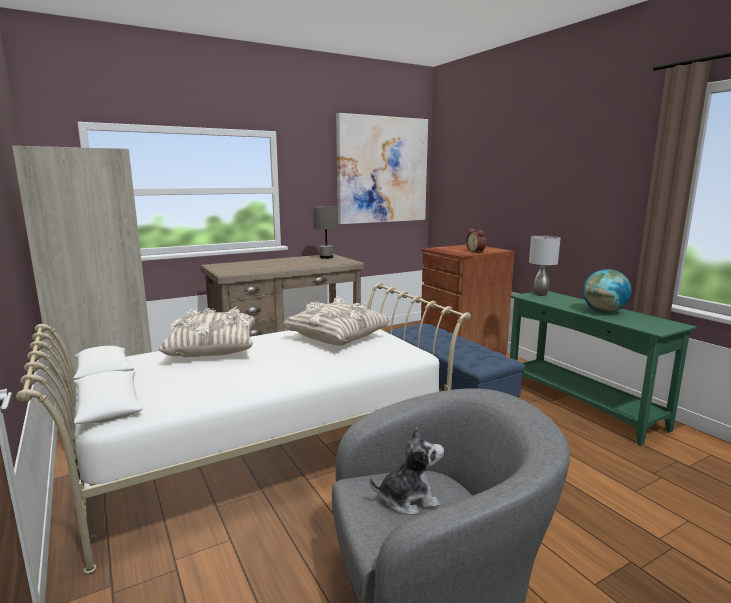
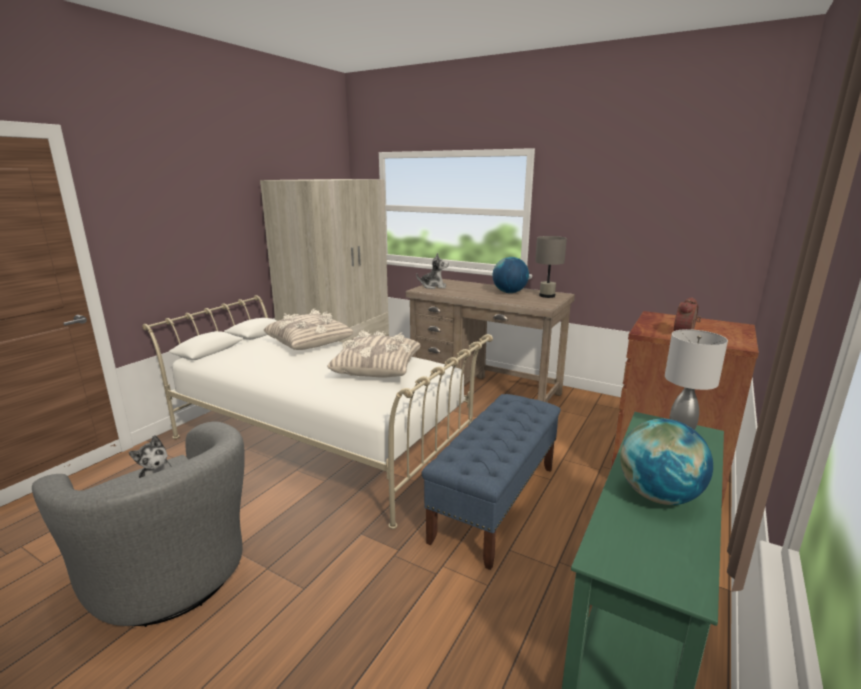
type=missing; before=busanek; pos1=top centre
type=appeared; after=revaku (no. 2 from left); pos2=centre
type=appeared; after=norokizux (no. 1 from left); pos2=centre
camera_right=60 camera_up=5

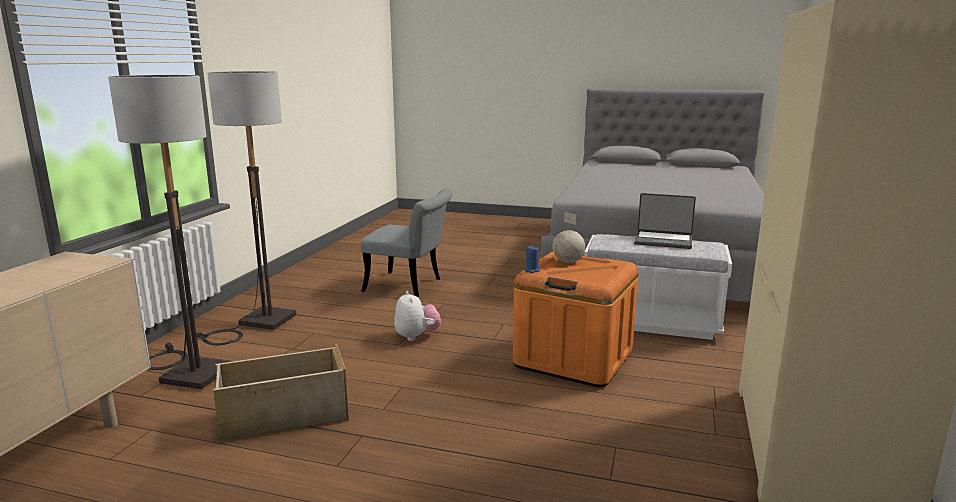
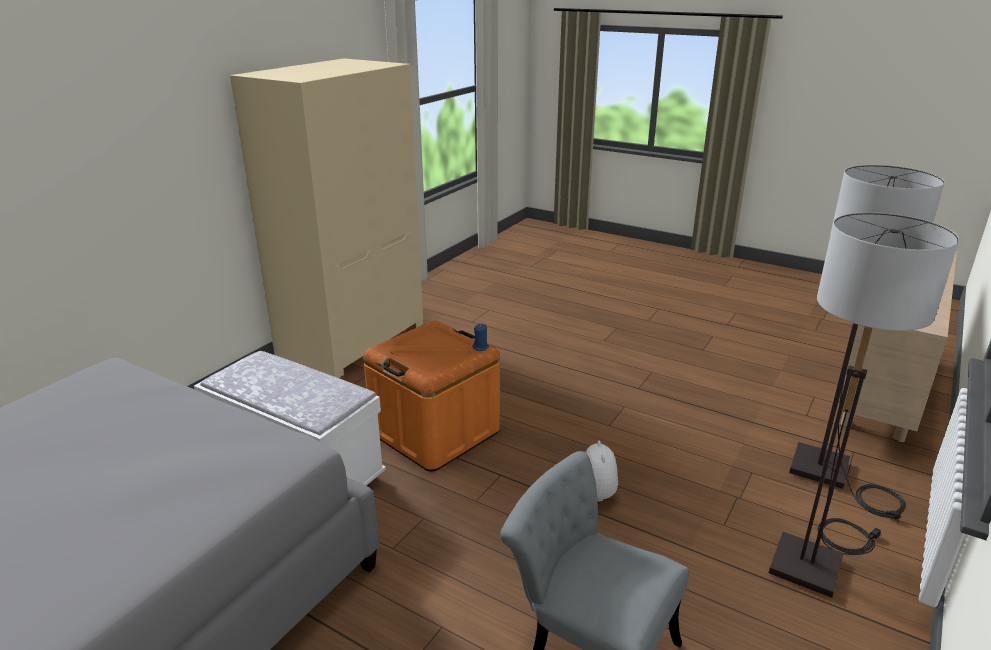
type=missing; before=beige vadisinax; pos1=bottom left
type=missing; before=norokizux; pos1=centre
type=missing; before=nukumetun; pos1=middle right
camera_right=-165 camera_up=10

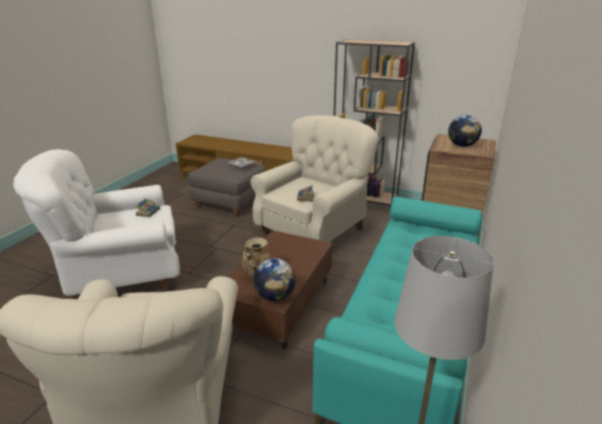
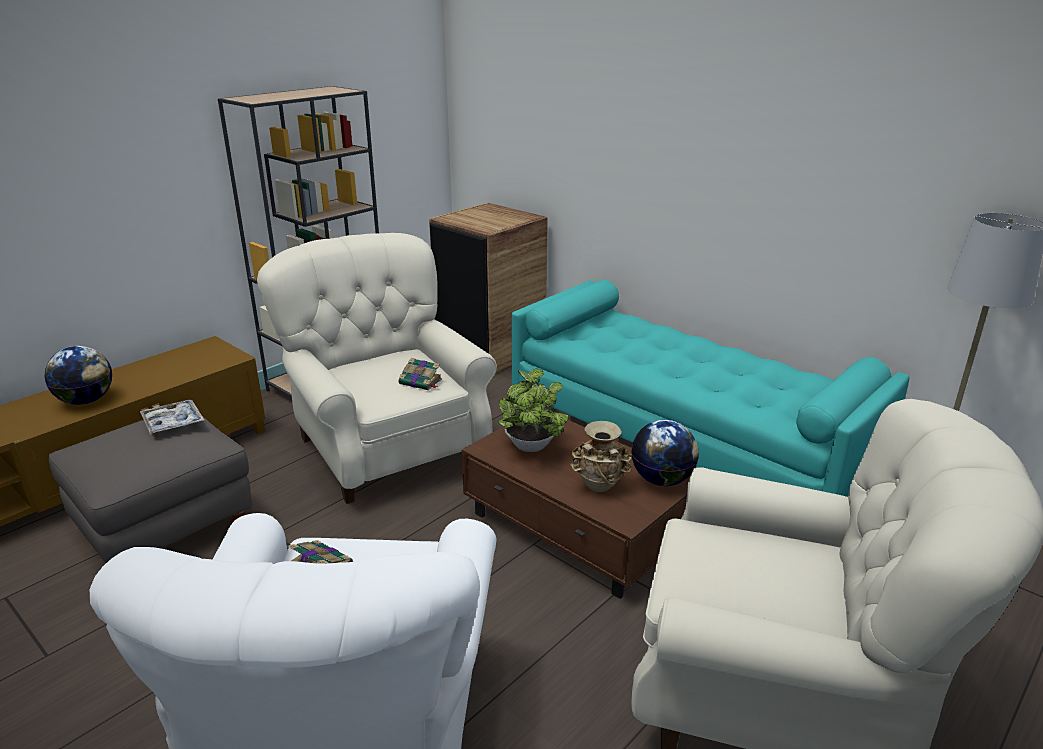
type=appeared; after=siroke; pos2=centre
type=relocated; before=norokizux (no. 2 from left in the first image); after=norokizux (no. 1 from left); pos1=top right; pos2=middle left
camera_right=-70 camera_up=0

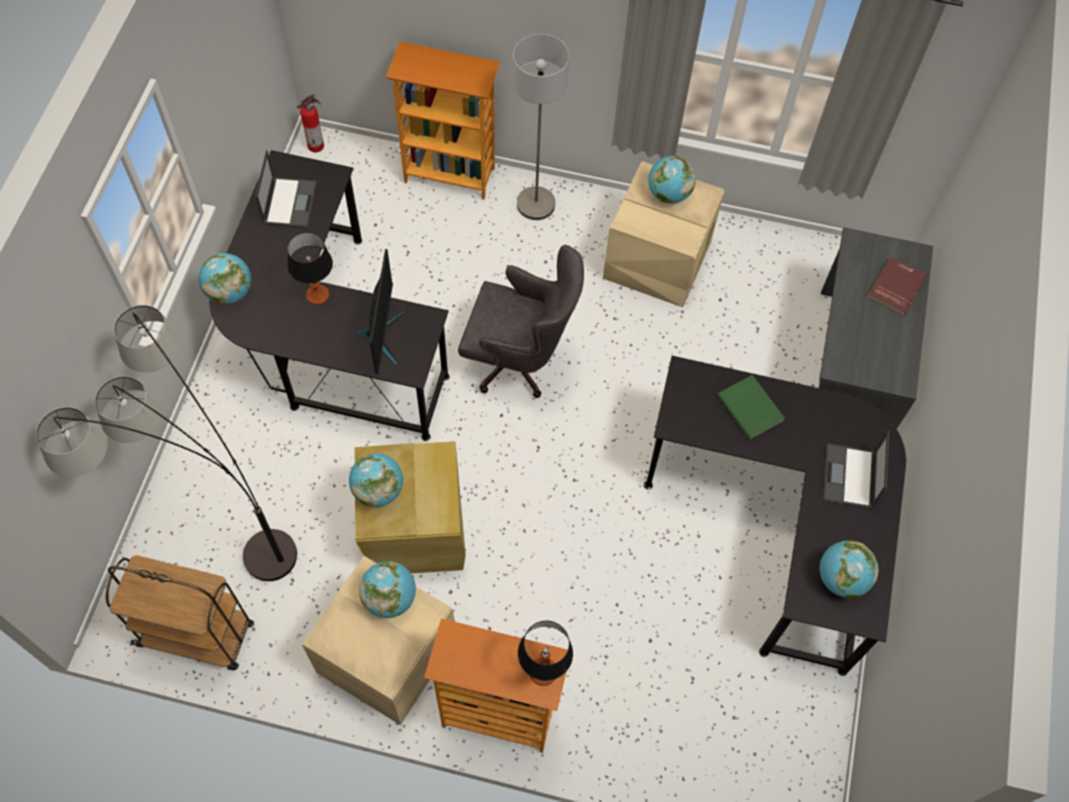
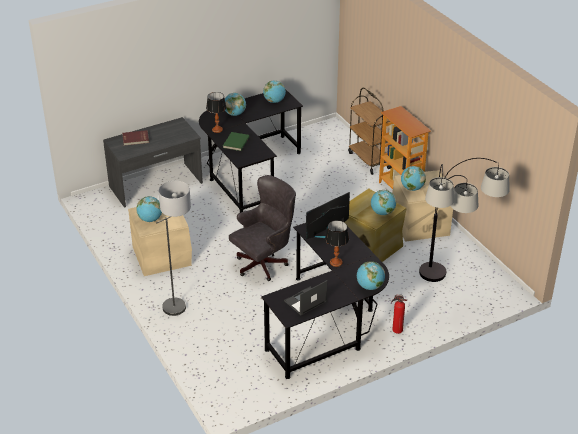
type=missing; before=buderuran (no. 1 from left); pos1=top centre
type=relocated; before=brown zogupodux; pos1=bottom left; pos2=top centre
type=relocated; before=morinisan; pos1=top left; pos2=bottom right
type=relocated; before=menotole (no. 2 from left in the first image); after=menotole (no. 1 from left); pos1=bottom centre; pos2=top centre
type=exchanged; before=nukumetun (no. 2 from left); after=norokizux (no. 2 from left); pos1=middle right; pos2=top centre
type=spun; before=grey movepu; pos1=centre; pos2=centre; turn=75
camera_right=-130 camera_up=-25

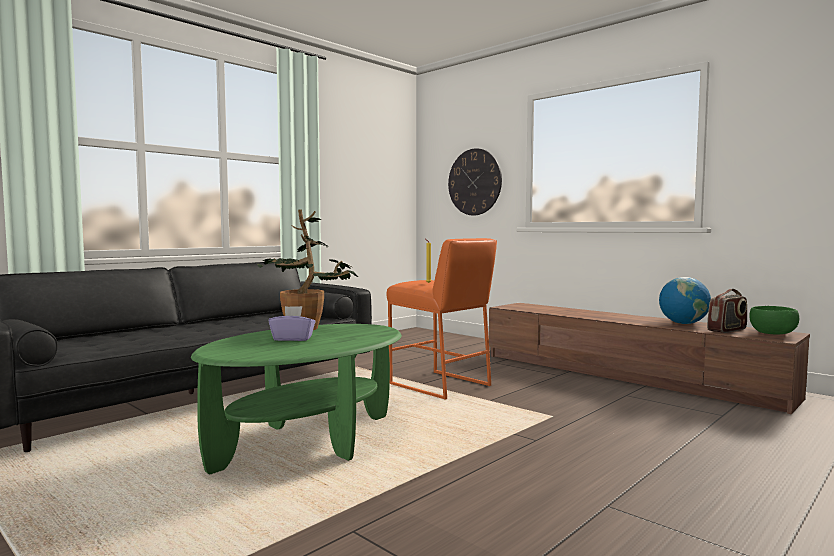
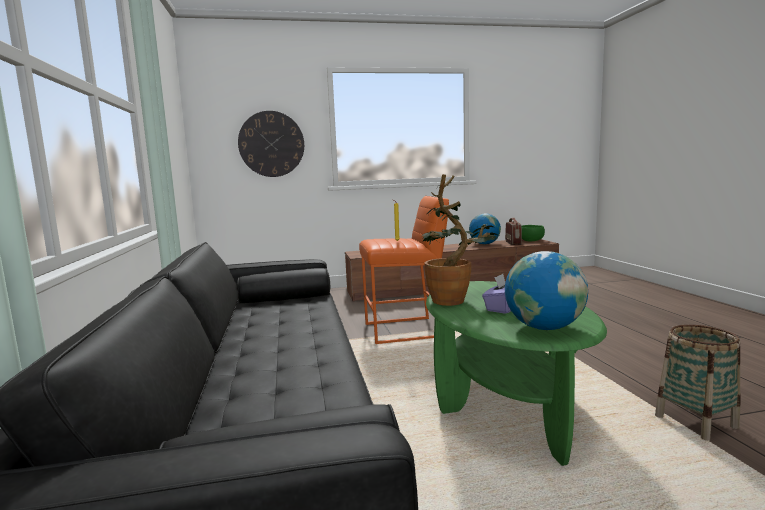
type=appeared; after=norokizux (no. 2 from left); pos2=middle right
type=appeared; after=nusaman; pos2=bottom right
camera_right=-55 camera_up=5

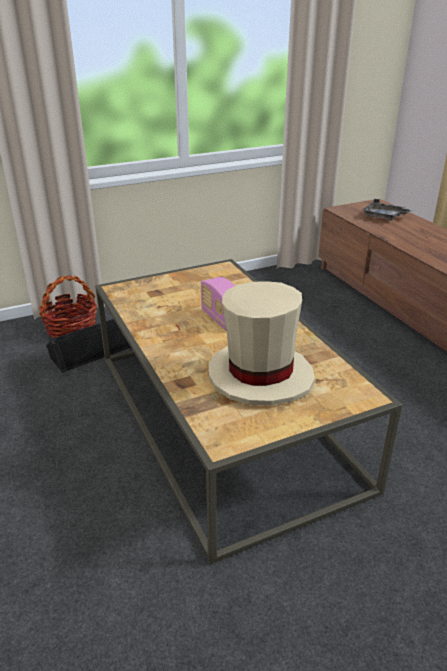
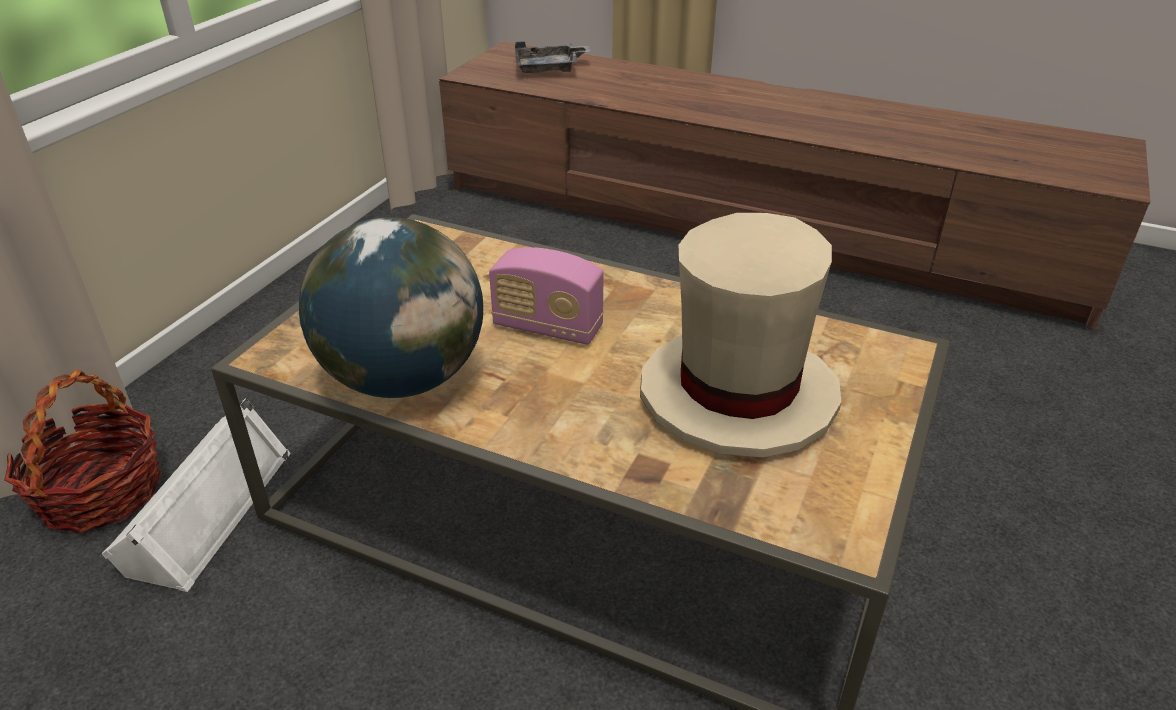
type=appeared; after=norokizux; pos2=middle left
type=colour; before=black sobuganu; after=white sobuganu; pos1=middle left; pos2=bottom left
camera_right=-40 camera_up=5

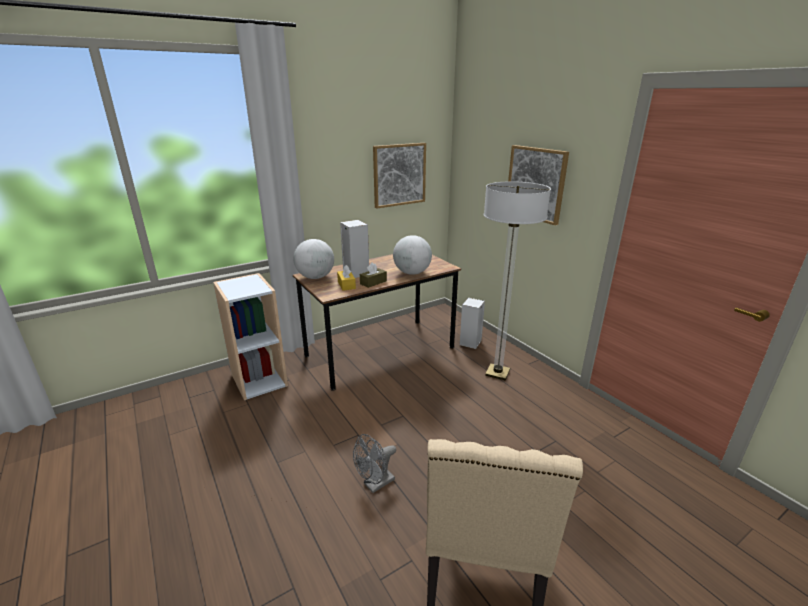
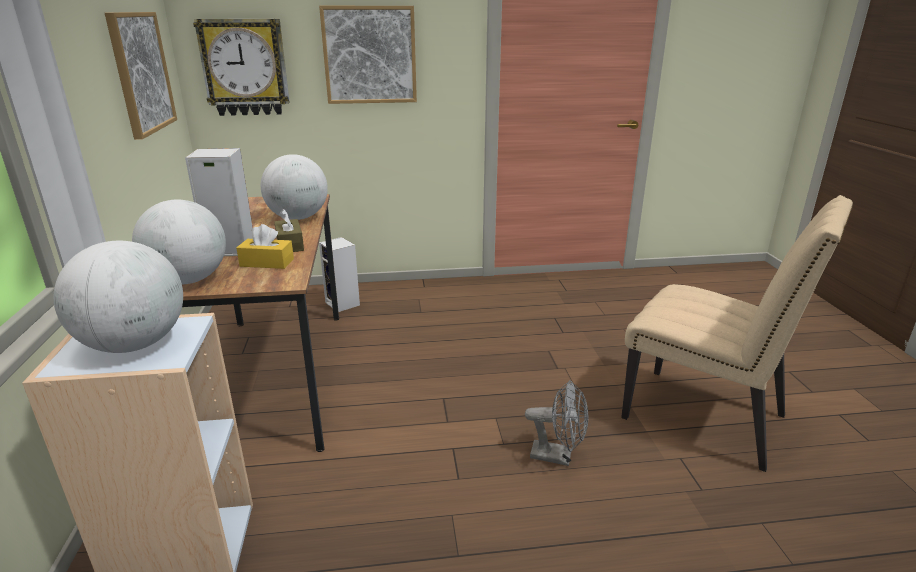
type=missing; before=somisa; pos1=centre
type=appeared; after=norokizux (no. 1 from left); pos2=middle left
type=appeared; after=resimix; pos2=top left
type=spun; before=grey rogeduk; pos1=bottom centre; pos2=bottom centre; turn=-60
camera_right=-65 camera_up=0

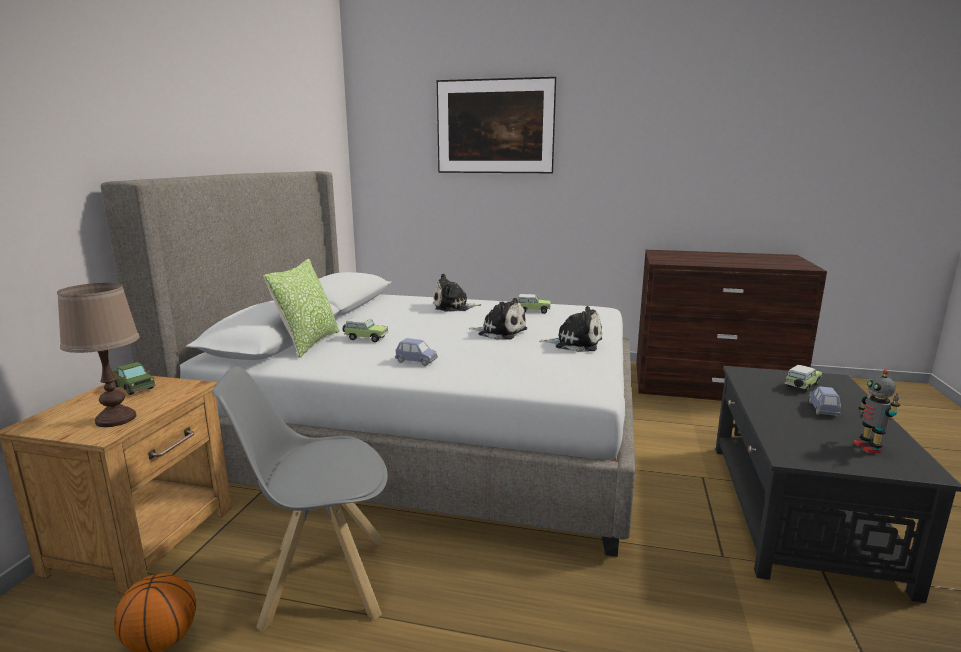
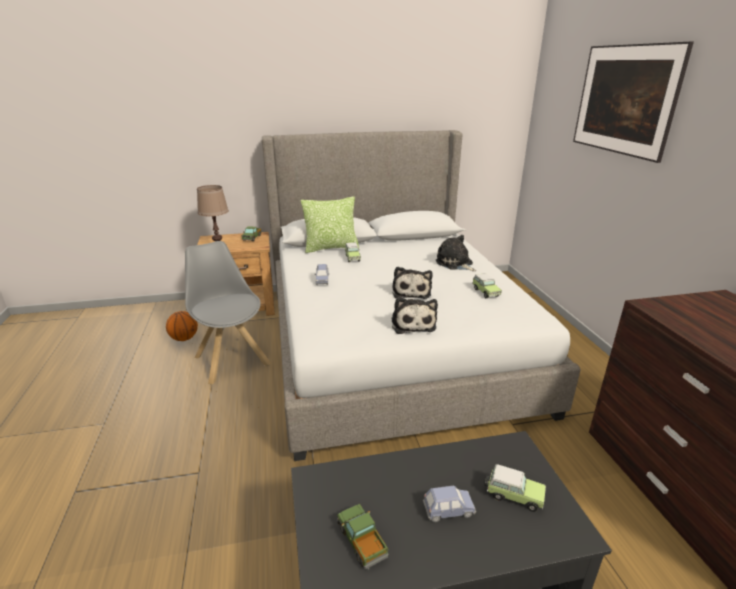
type=exchanged; before=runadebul; after=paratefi (no. 2 from left); pos1=middle right; pos2=bottom centre
camera_right=65 camera_up=10

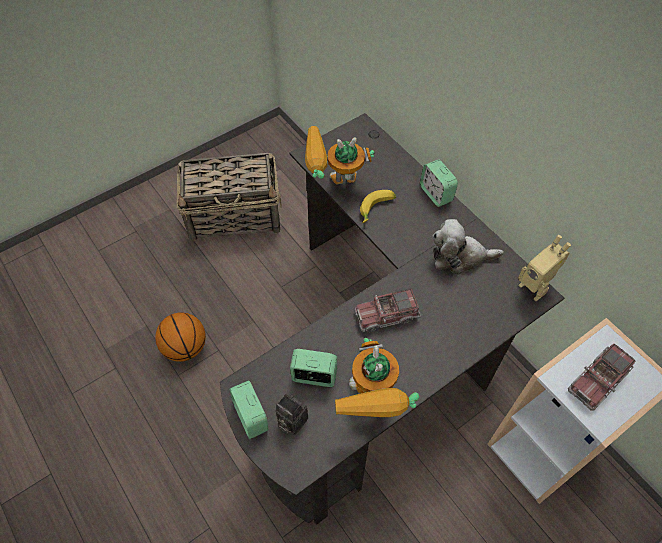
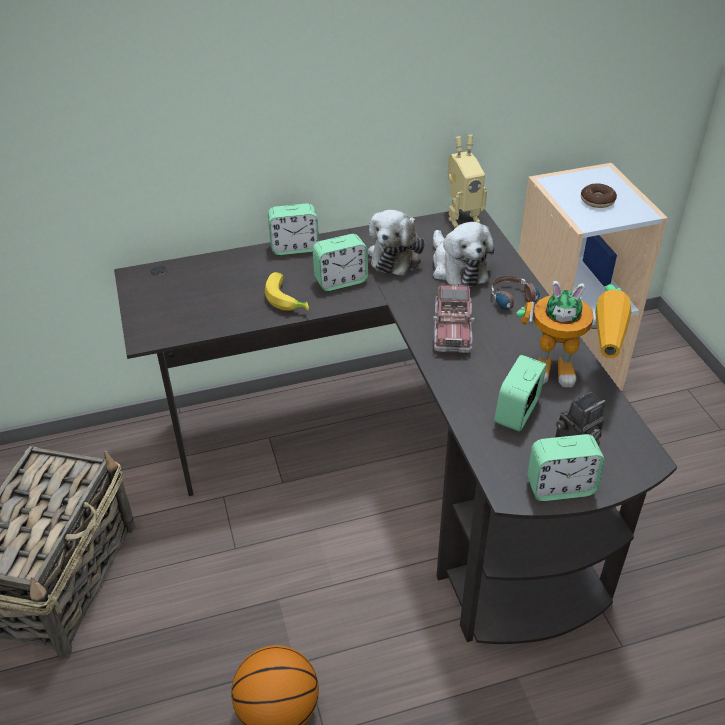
type=missing; before=runadebul (no. 1 from left); pos1=top centre
type=appeared; after=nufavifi (no. 2 from left); pos2=centre
type=appeared; after=revaku (no. 2 from left); pos2=centre
type=appeared; after=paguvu; pos2=middle right
type=exchanged; before=paratefi (no. 2 from left); after=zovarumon; pos1=bottom right; pos2=top right
camera_right=-70 camera_up=-15

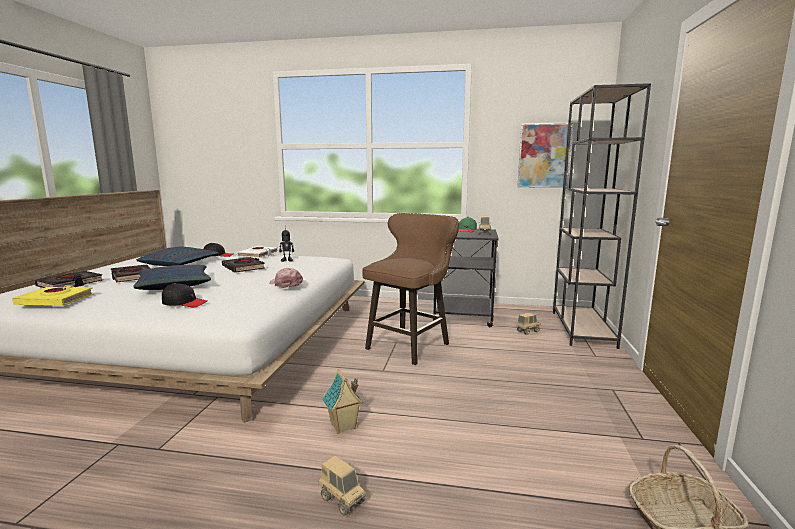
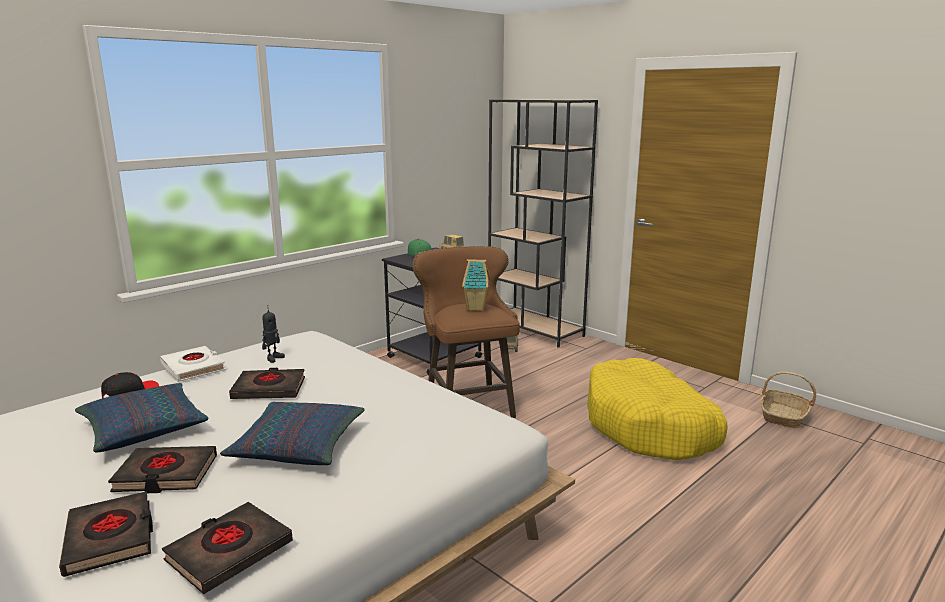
type=missing; before=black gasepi (no. 1 from left); pos1=middle left
type=missing; before=pink gasepi; pos1=centre
type=missing; before=paratefi (no. 1 from left); pos1=bottom centre
type=missing; before=busanek; pos1=top right
type=appeared; after=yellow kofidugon; pos2=bottom right
type=relocated; before=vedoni; pos1=bottom centre; pos2=centre
type=colour; before=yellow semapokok; after=black semapokok (no. 3 from left); pos1=middle left; pos2=bottom left
camera_right=-55 camera_up=5

